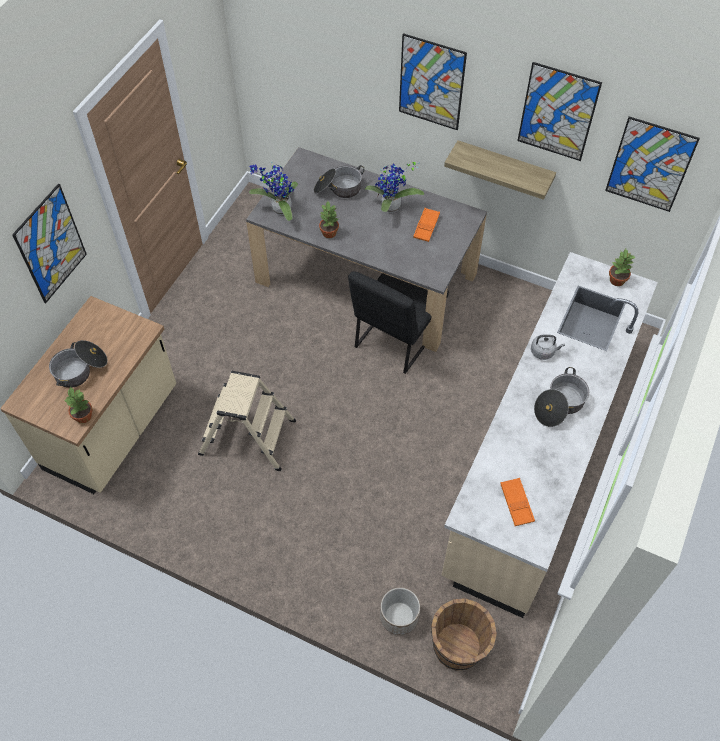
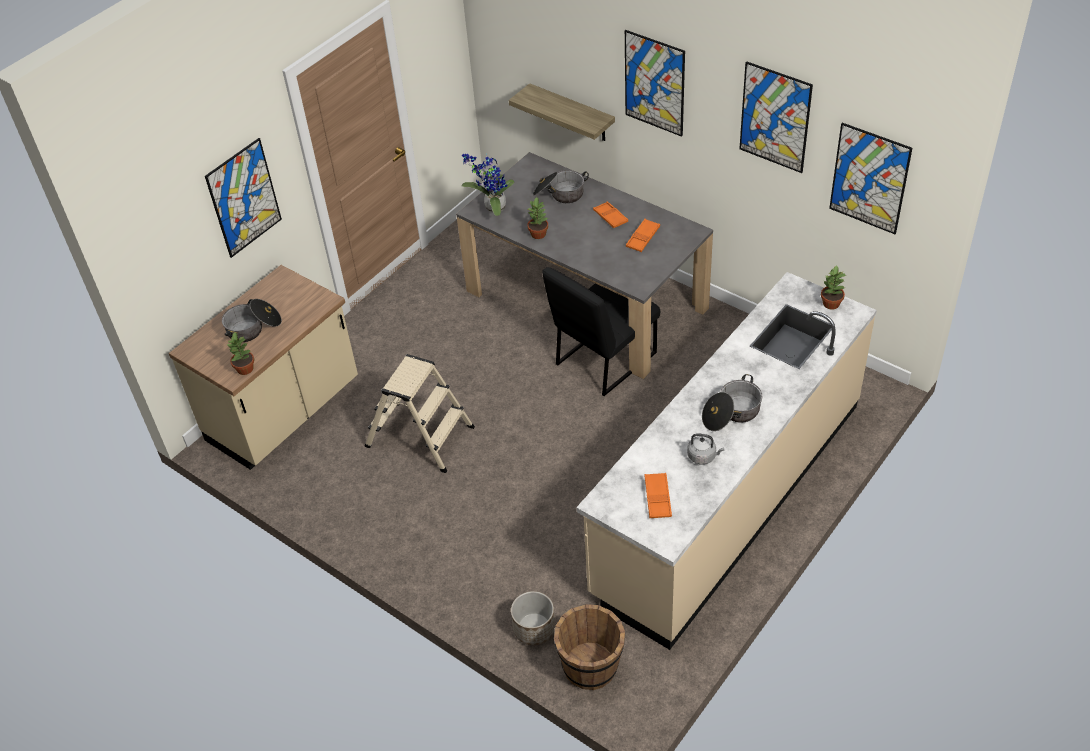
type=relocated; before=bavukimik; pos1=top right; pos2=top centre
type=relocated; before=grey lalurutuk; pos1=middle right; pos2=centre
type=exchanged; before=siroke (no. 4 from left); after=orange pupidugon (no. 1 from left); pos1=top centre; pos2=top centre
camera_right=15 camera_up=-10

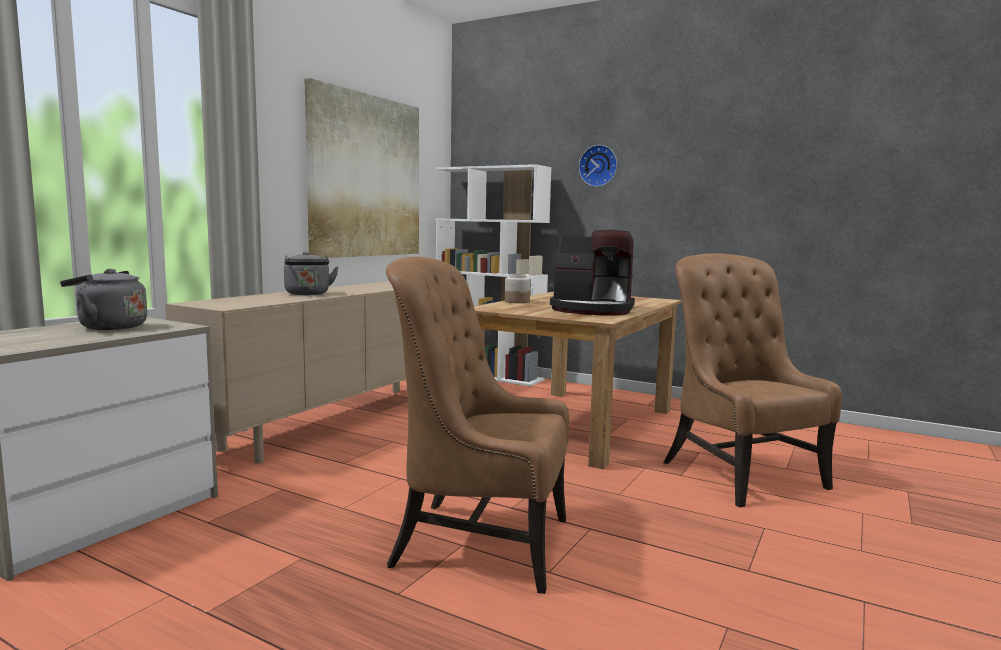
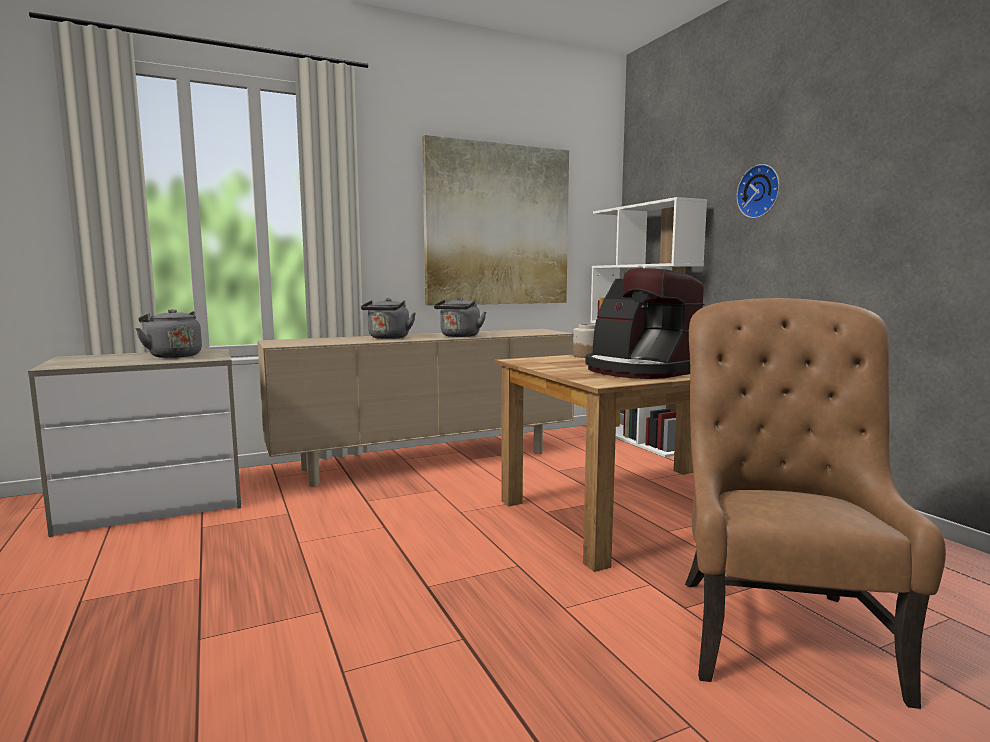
type=missing; before=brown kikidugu (no. 1 from left); pos1=centre
type=appeared; after=grey lalurutuk (no. 3 from left); pos2=centre
camera_right=35 camera_up=0

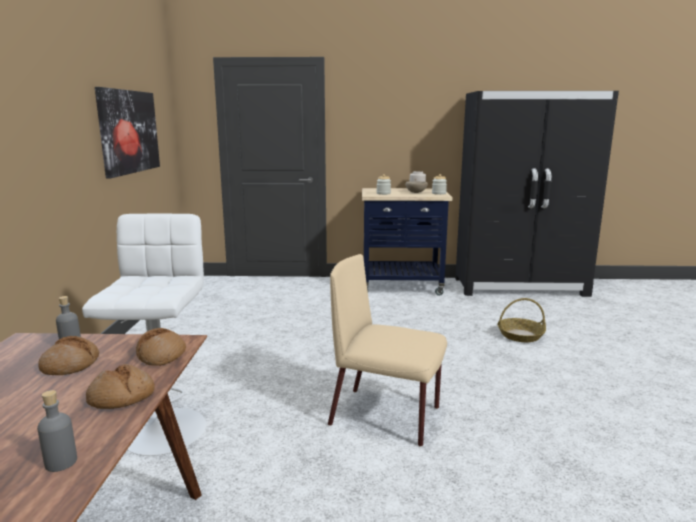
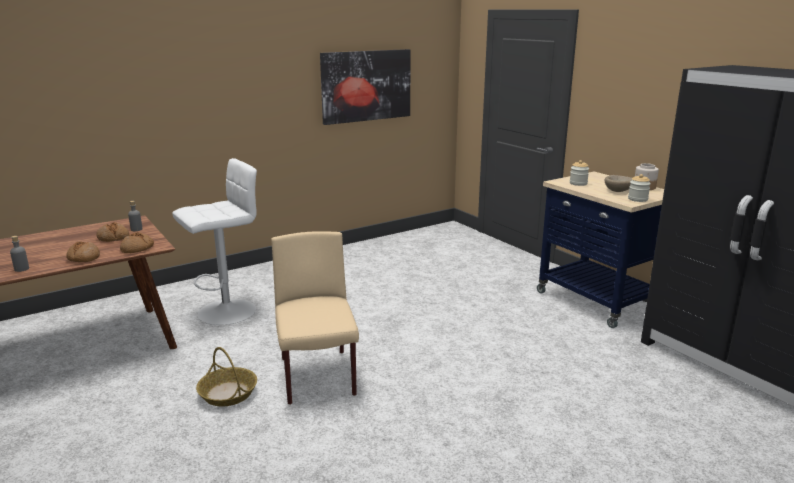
type=relocated; before=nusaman; pos1=middle right; pos2=bottom left
camera_right=55 camera_up=5

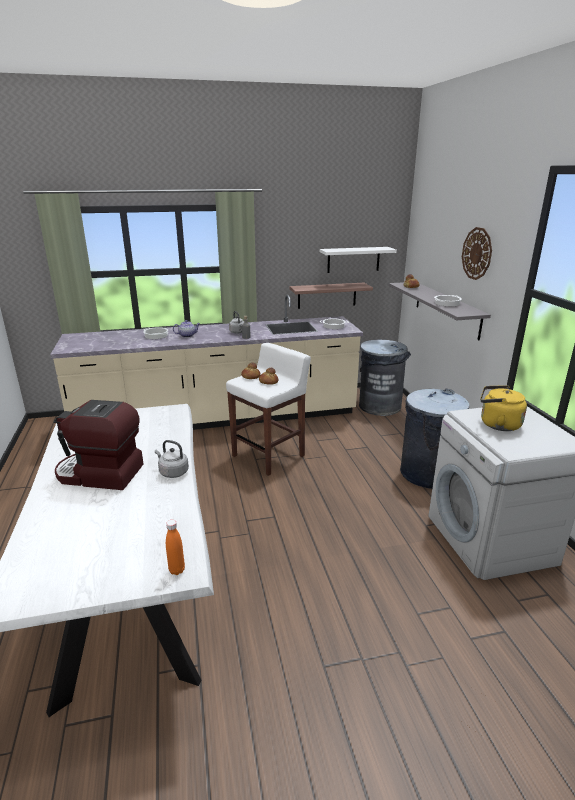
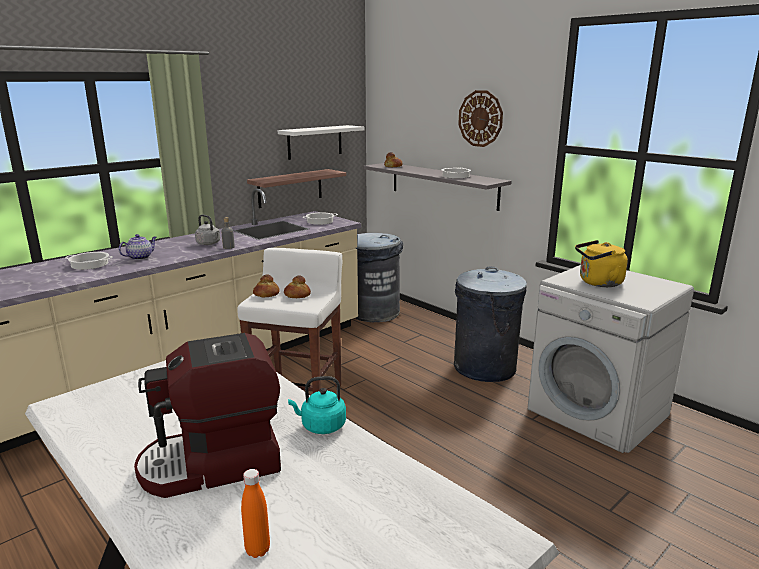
type=relocated; before=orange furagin; pos1=bottom left; pos2=bottom centre
type=colour; before=grey lalurutuk (no. 1 from left); after=turquoise lalurutuk; pos1=middle left; pos2=bottom centre
camera_right=-30 camera_up=-5

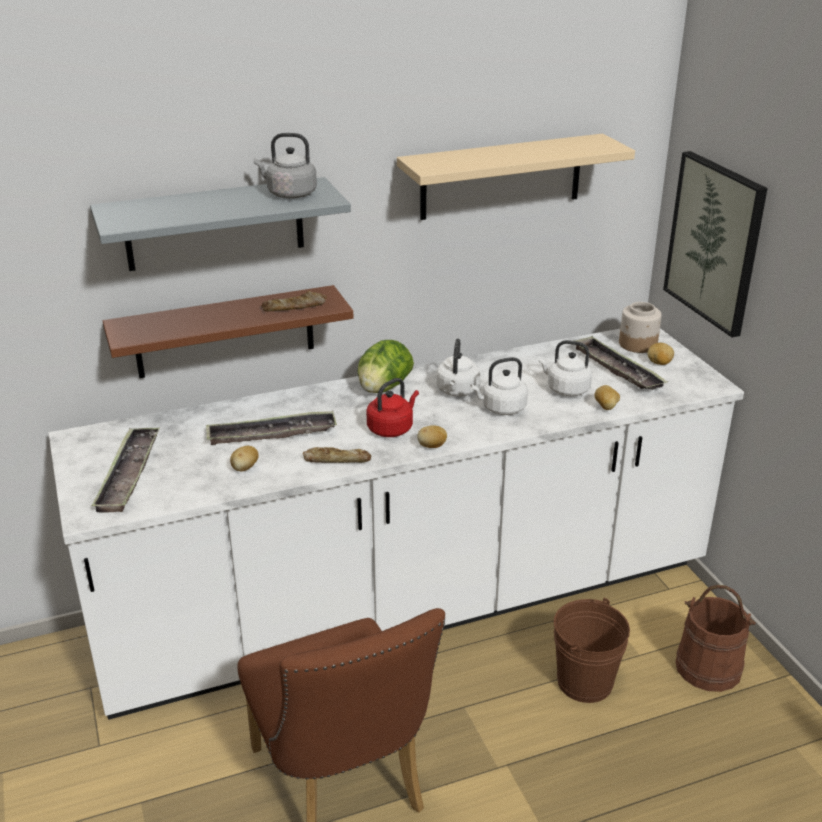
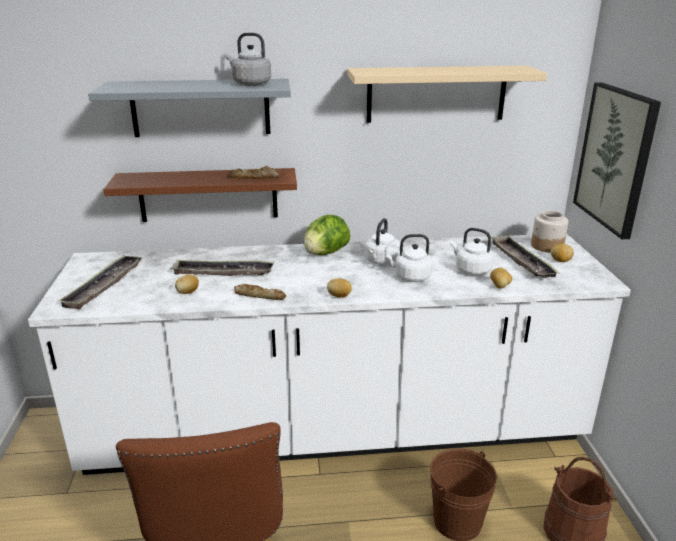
type=missing; before=red lalurutuk; pos1=centre
camera_right=15 camera_up=-5

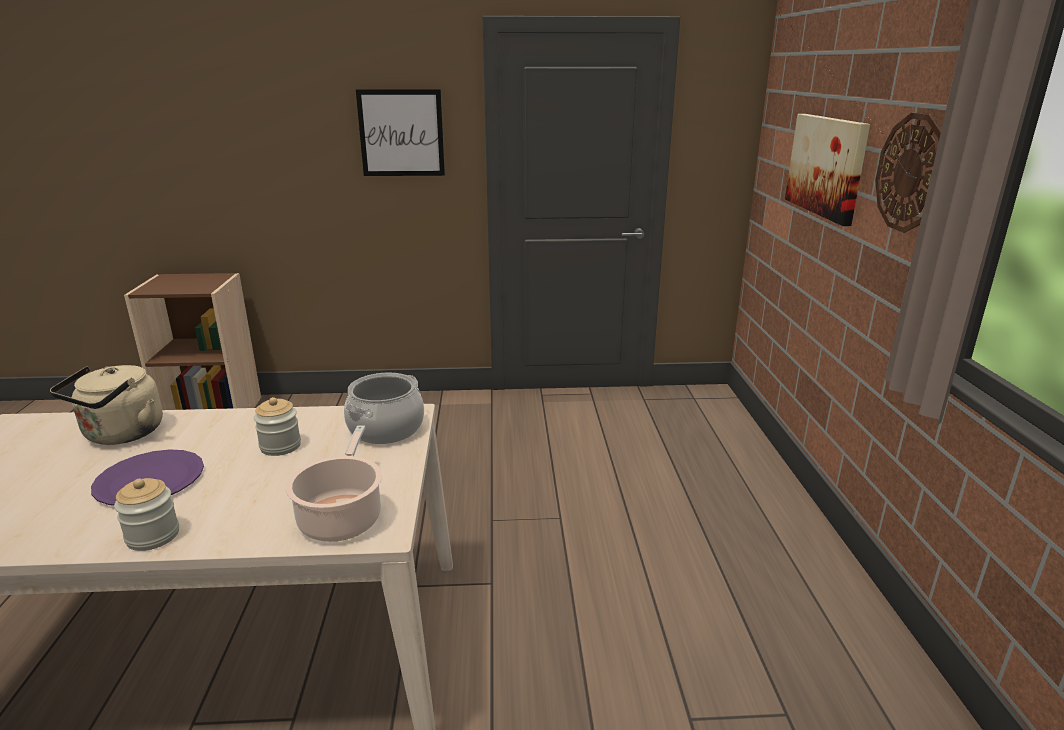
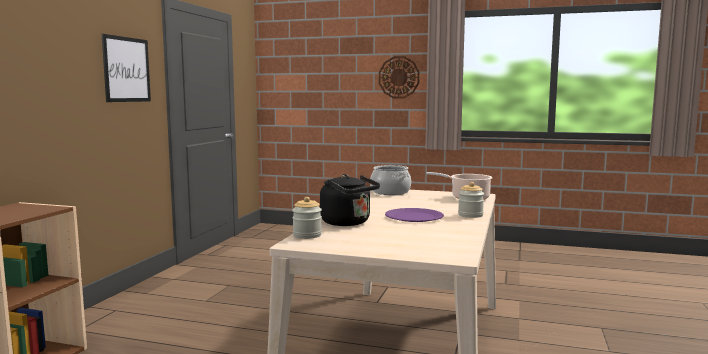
type=missing; before=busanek (no. 2 from left); pos1=top right
type=relocated; before=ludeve (no. 2 from left in the first image); after=ludeve (no. 1 from left); pos1=middle left; pos2=centre
type=colour; before=beige lalurutuk; after=black lalurutuk; pos1=middle left; pos2=centre
camera_right=-70 camera_up=-15

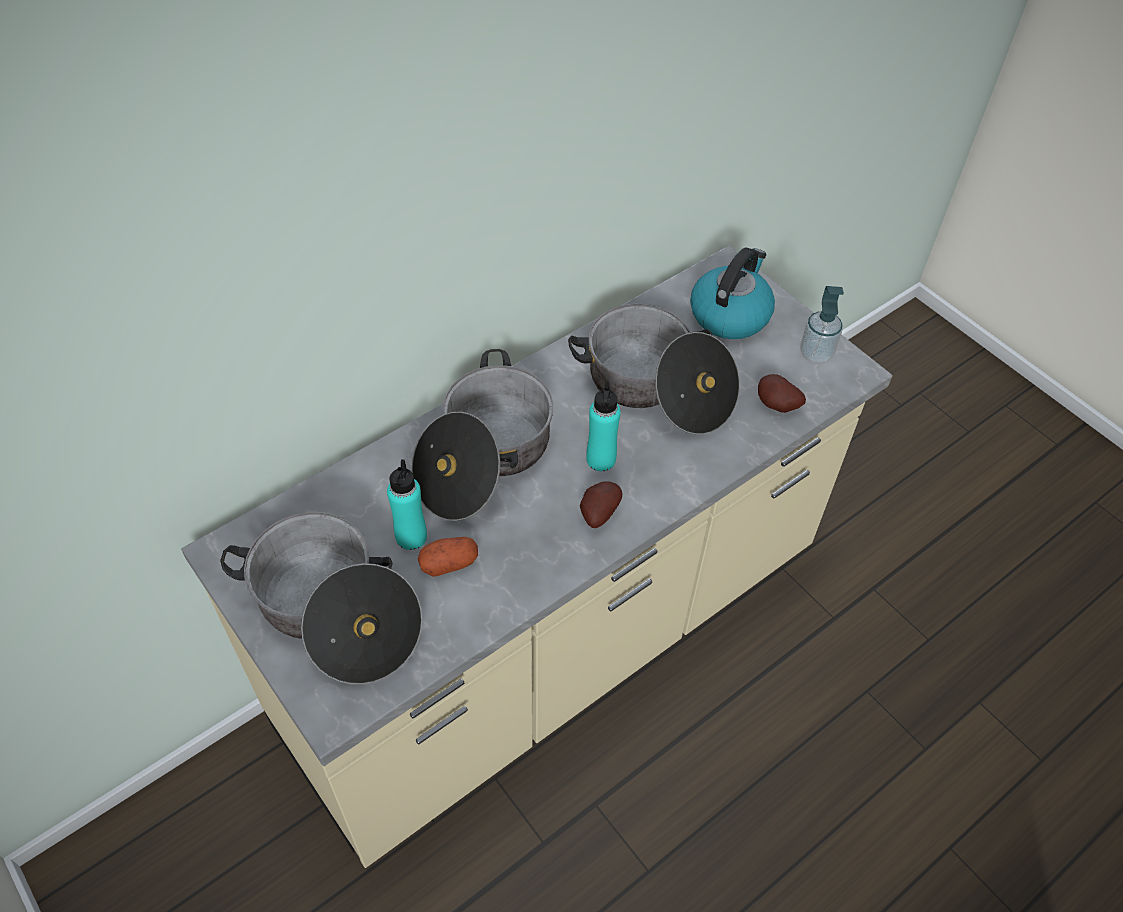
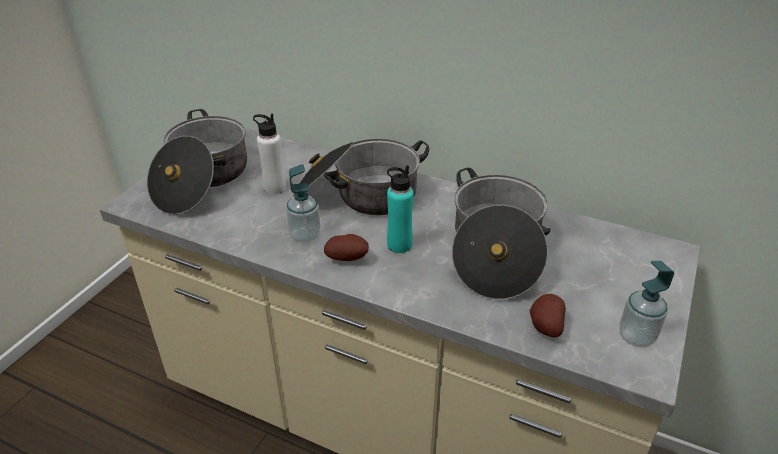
type=missing; before=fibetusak (no. 1 from left); pos1=centre
type=missing; before=lalurutuk; pos1=top centre
type=appeared; after=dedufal (no. 1 from left); pos2=centre
type=colour; before=turquoise furagin (no. 1 from left); after=white furagin; pos1=centre; pos2=centre
camera_right=65 camera_up=-15

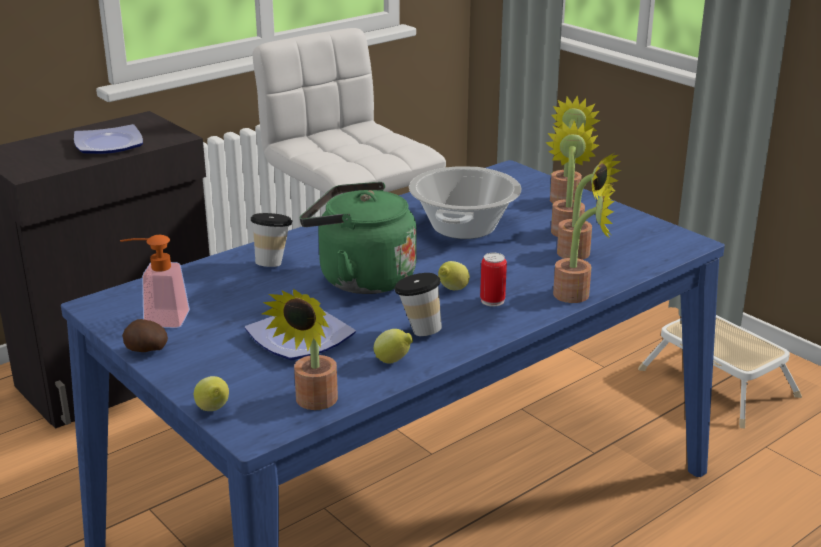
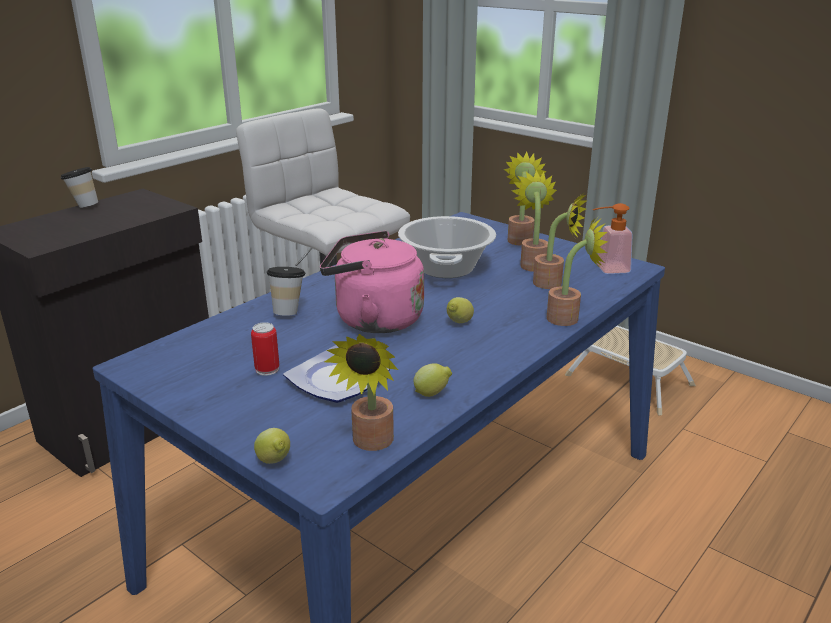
type=missing; before=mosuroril (no. 1 from left); pos1=top left
type=missing; before=fibetusak; pos1=middle left
type=relocated; before=dedufal; pos1=middle left; pos2=middle right
type=relocated; before=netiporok (no. 2 from left in the first image); after=netiporok (no. 1 from left); pos1=centre; pos2=top left
type=relocated; before=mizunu; pos1=centre; pos2=middle left
type=colour; before=green lalurutuk; after=pink lalurutuk; pos1=centre; pos2=centre
camera_right=-10 camera_up=0

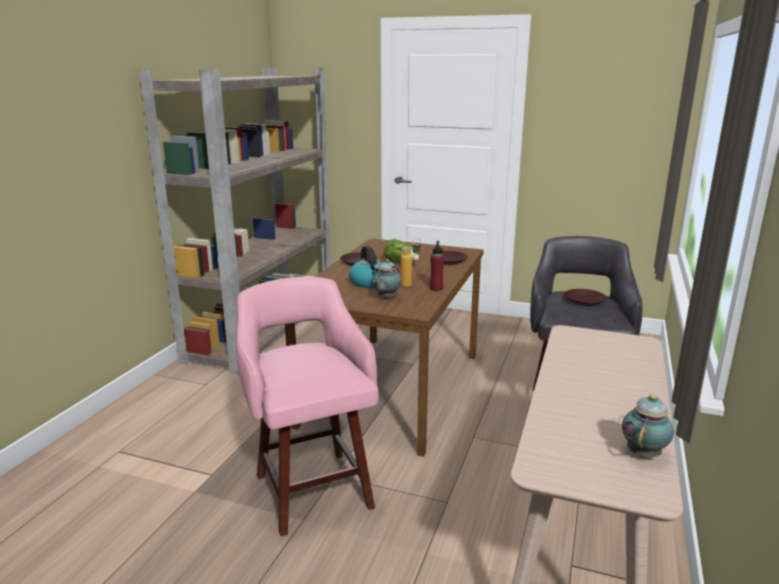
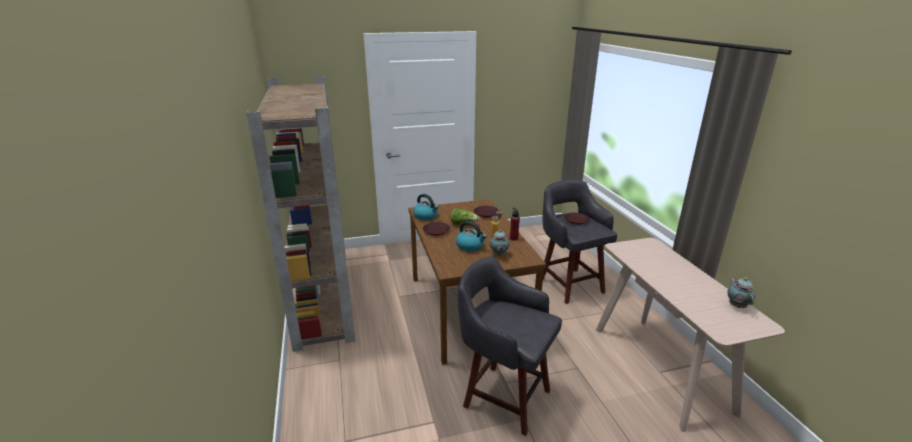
type=appeared; after=lalurutuk (no. 1 from left); pos2=centre
type=colour; before=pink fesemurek; after=grey fesemurek (no. 1 from left); pos1=bottom centre; pos2=bottom centre
camera_right=-35 camera_up=5

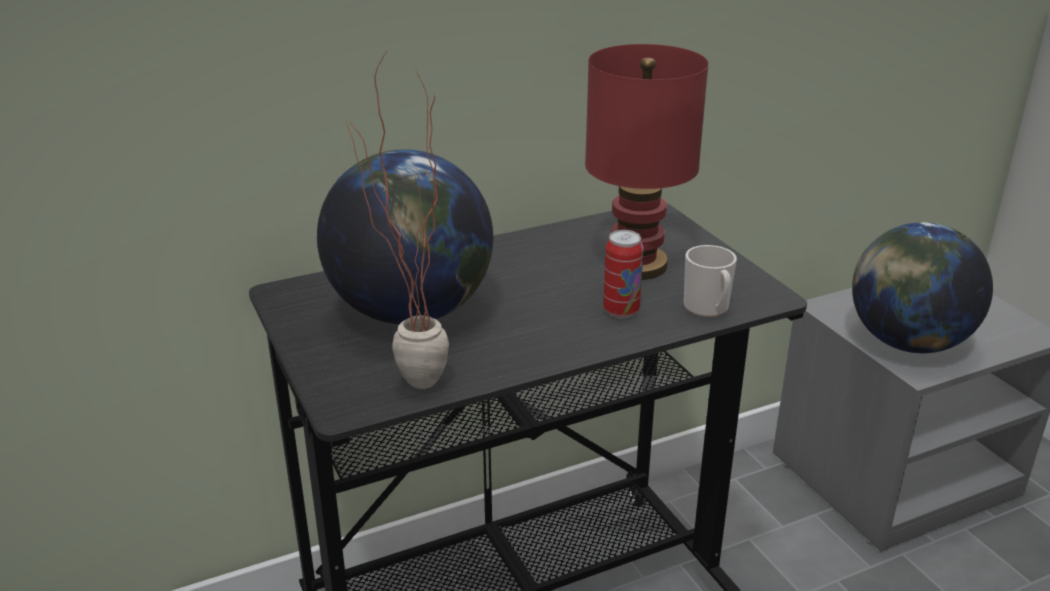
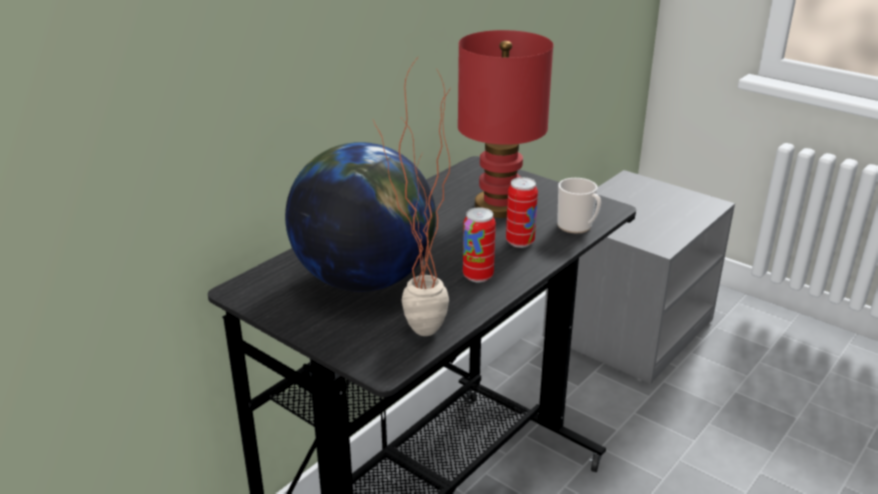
type=missing; before=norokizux (no. 2 from left); pos1=middle right
type=appeared; after=mizunu (no. 1 from left); pos2=centre
camera_right=-25 camera_up=0

